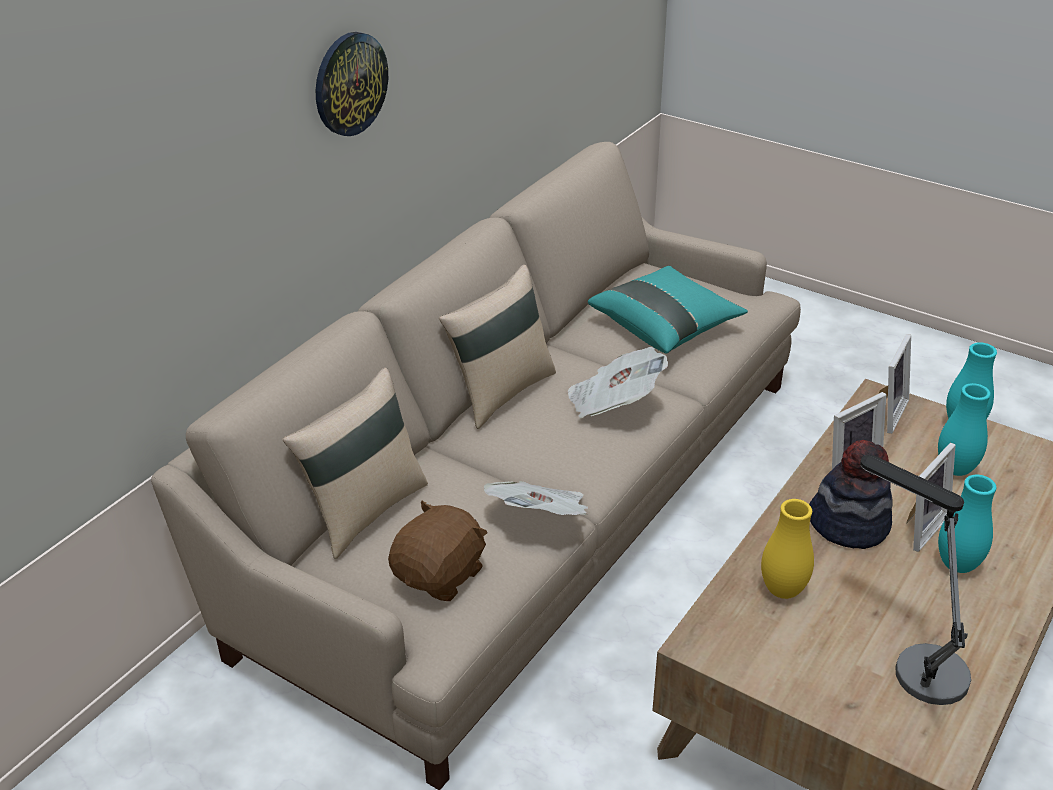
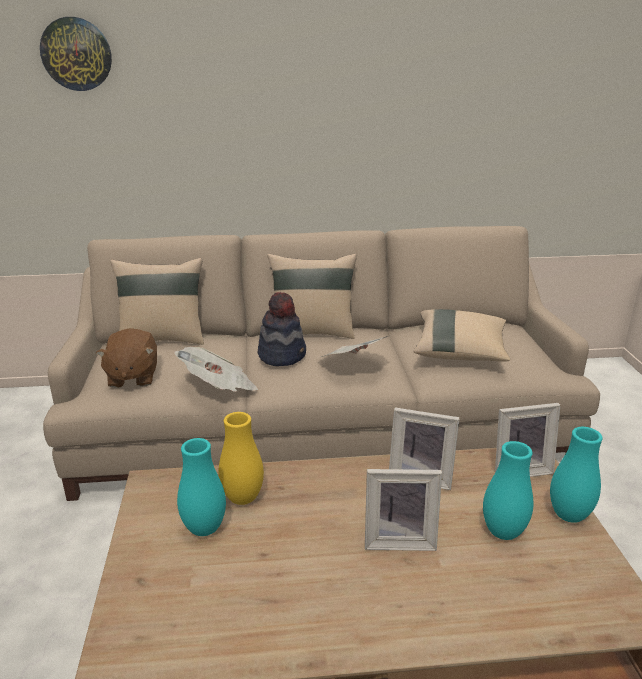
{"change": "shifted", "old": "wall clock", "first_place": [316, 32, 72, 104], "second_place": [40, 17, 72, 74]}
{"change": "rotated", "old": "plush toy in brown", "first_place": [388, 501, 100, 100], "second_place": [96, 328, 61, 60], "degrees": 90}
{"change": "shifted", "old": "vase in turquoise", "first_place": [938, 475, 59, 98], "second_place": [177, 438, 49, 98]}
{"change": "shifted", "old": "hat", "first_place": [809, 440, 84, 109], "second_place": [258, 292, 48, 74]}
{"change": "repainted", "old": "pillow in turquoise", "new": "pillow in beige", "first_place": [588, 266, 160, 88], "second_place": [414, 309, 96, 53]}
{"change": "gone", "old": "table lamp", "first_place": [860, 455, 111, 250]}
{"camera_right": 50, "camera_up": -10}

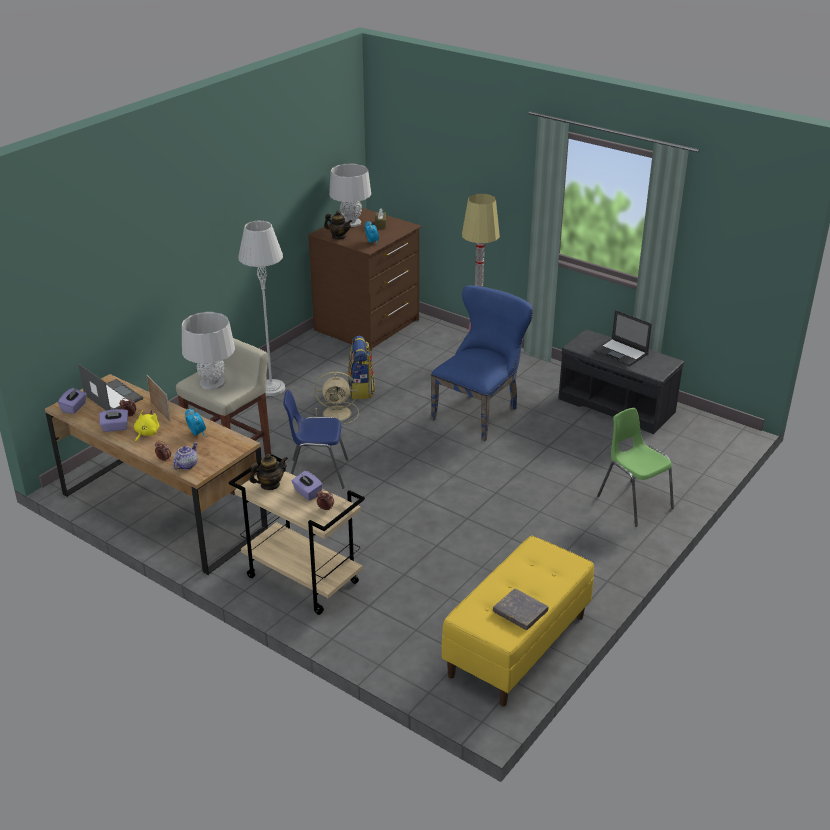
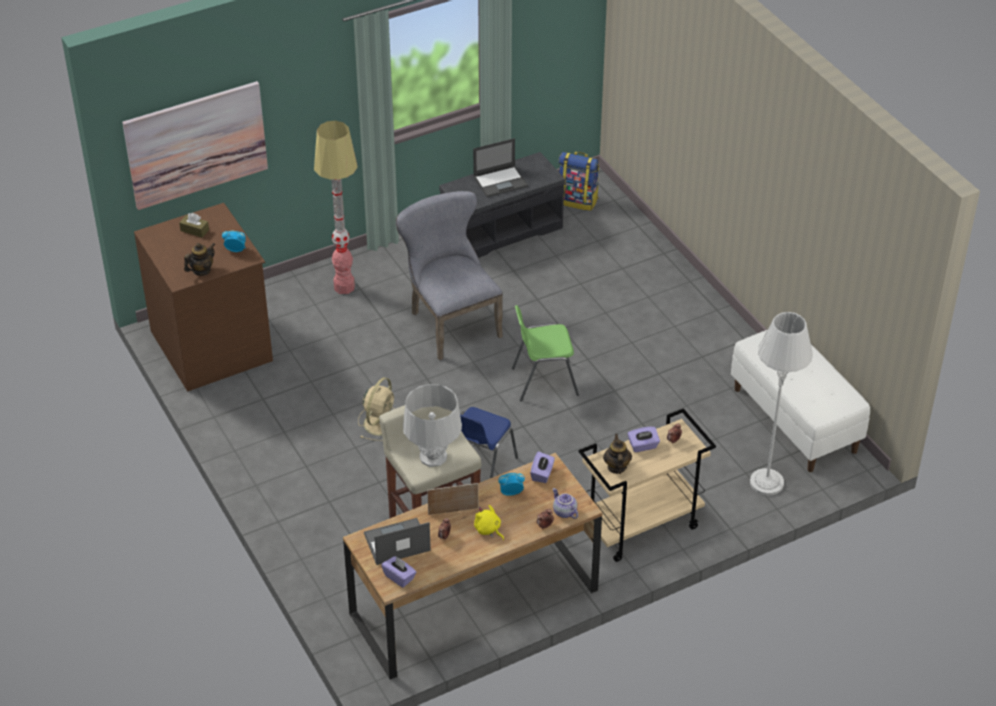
{"change": "new", "new": "picture", "second_place": [122, 81, 146, 129]}
{"change": "repainted", "old": "chair in blue", "new": "chair in grey", "first_place": [431, 285, 102, 157], "second_place": [396, 191, 107, 169]}
{"change": "shifted", "old": "chair in green", "first_place": [597, 408, 77, 119], "second_place": [512, 305, 67, 96]}
{"change": "shifted", "old": "tissue box in purple", "first_place": [99, 409, 29, 23], "second_place": [530, 451, 25, 32]}
{"change": "shifted", "old": "backpack", "first_place": [348, 336, 27, 63], "second_place": [559, 152, 40, 59]}
{"change": "repainted", "old": "bench in yellow", "new": "bench in white", "first_place": [442, 536, 152, 170], "second_place": [731, 330, 139, 142]}
{"change": "shifted", "old": "floor lamp in grey", "first_place": [238, 221, 47, 175], "second_place": [750, 312, 63, 184]}
{"change": "gone", "old": "table lamp in grey", "first_place": [329, 163, 42, 64]}
{"change": "gone", "old": "book in grey", "first_place": [493, 588, 56, 42]}
{"camera_right": -65, "camera_up": 10}

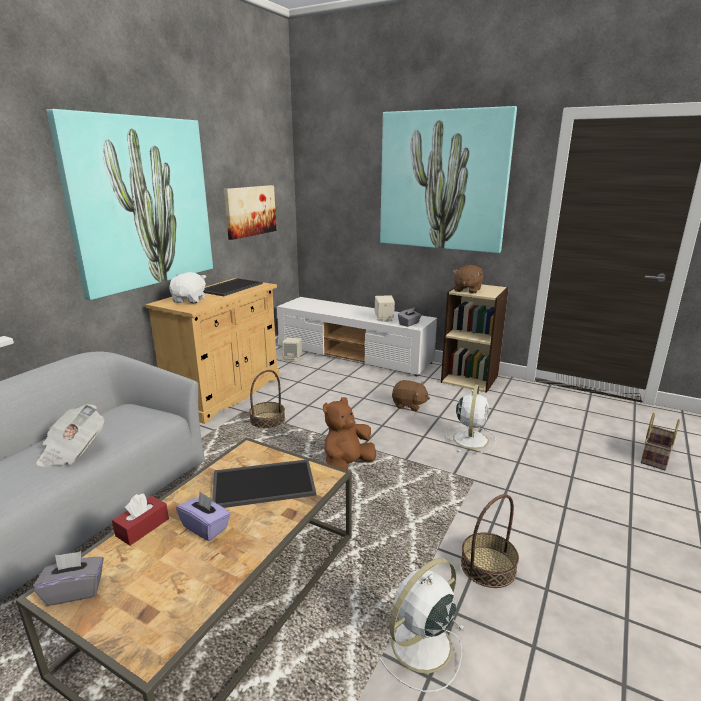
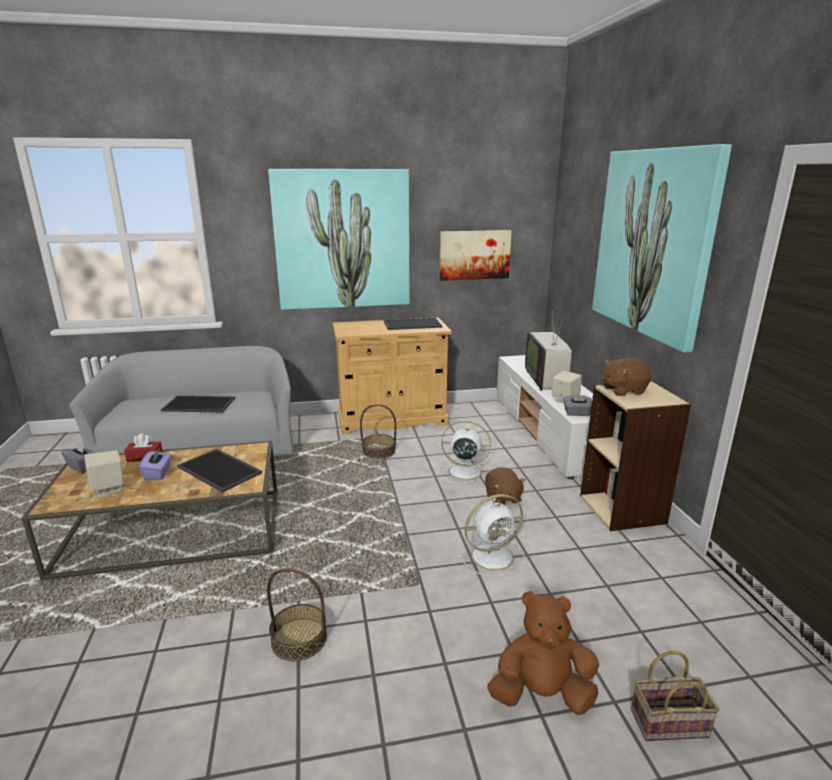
{"change": "shifted", "old": "speaker in beige", "first_place": [282, 338, 20, 24], "second_place": [84, 450, 40, 47]}
{"change": "swapped", "old": "newspaper", "new": "tray", "first_place": [36, 404, 68, 63], "second_place": [161, 396, 74, 16]}
{"change": "shifted", "old": "fan in white", "first_place": [380, 558, 85, 134], "second_place": [440, 421, 51, 63]}
{"change": "shifted", "old": "plush toy in brown", "first_place": [323, 397, 53, 74], "second_place": [487, 591, 112, 124]}
{"change": "new", "new": "television", "second_place": [525, 312, 47, 79]}
{"change": "gone", "old": "plush toy in white", "first_place": [170, 272, 36, 31]}
{"camera_right": 50, "camera_up": 0}

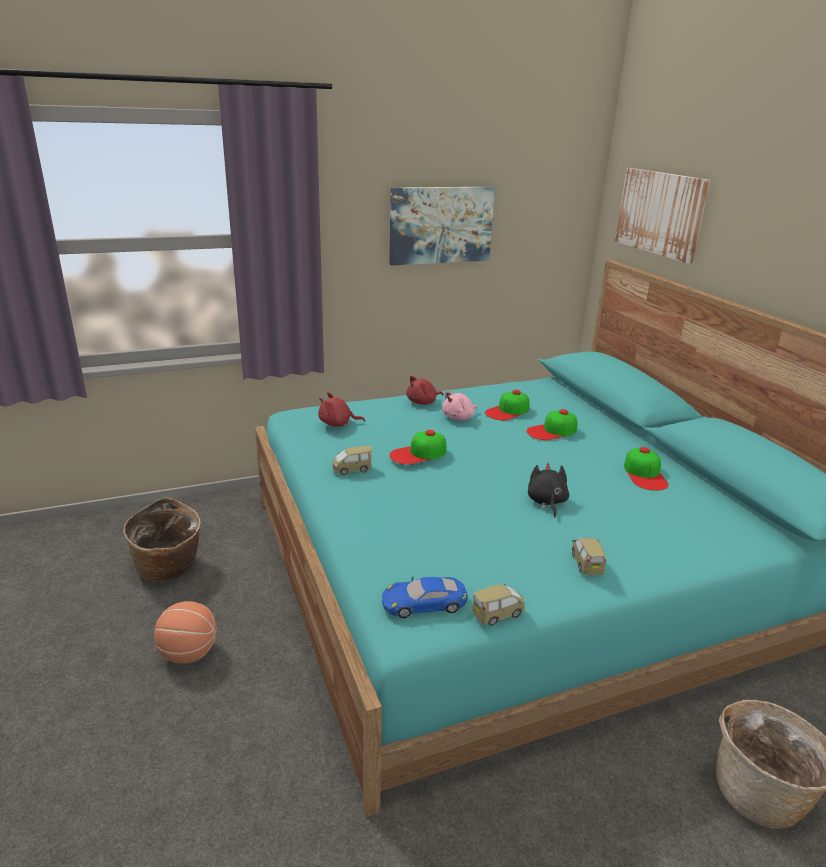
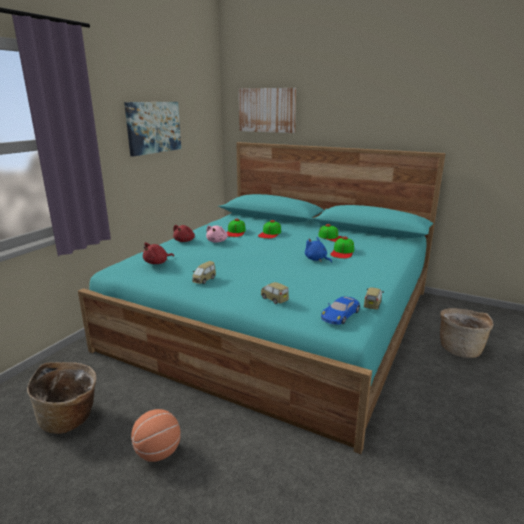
{"change": "shifted", "old": "toy car", "first_place": [572, 538, 34, 37], "second_place": [261, 282, 28, 22]}
{"change": "repainted", "old": "plush toy in black", "new": "plush toy in blue", "first_place": [528, 463, 41, 54], "second_place": [305, 237, 27, 26]}
{"change": "shifted", "old": "cap", "first_place": [389, 430, 57, 35], "second_place": [330, 237, 24, 22]}
{"camera_right": -40, "camera_up": -5}

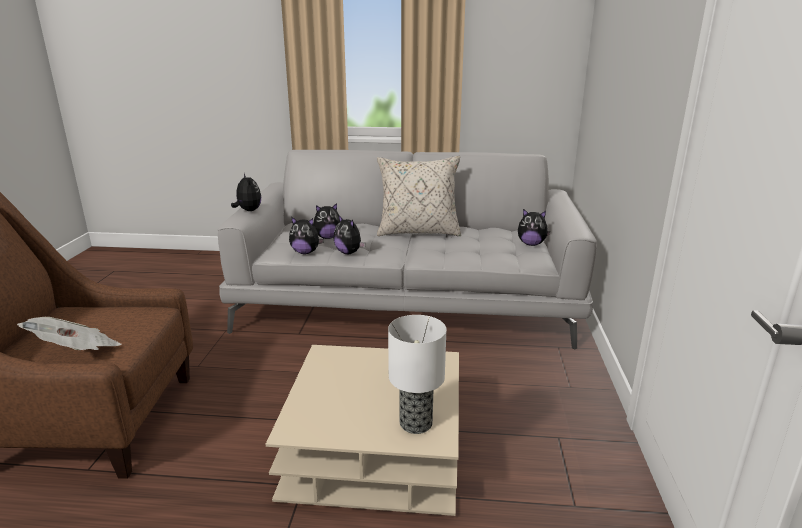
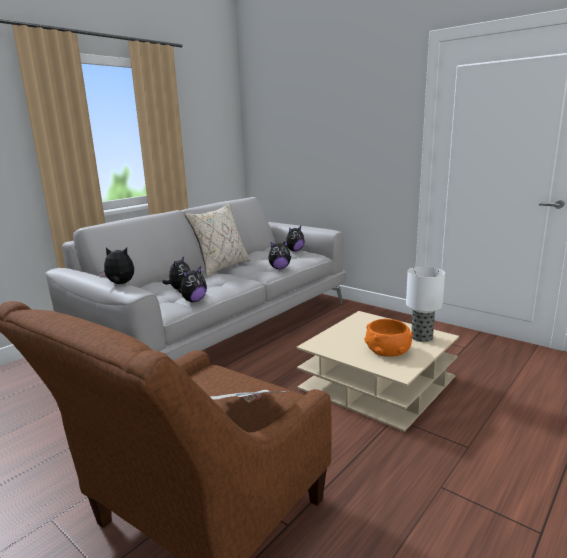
{"change": "shifted", "old": "plush toy", "first_place": [334, 216, 31, 38], "second_place": [268, 241, 23, 28]}
{"change": "new", "new": "bowl in orange", "second_place": [365, 319, 48, 38]}
{"camera_right": -55, "camera_up": -5}

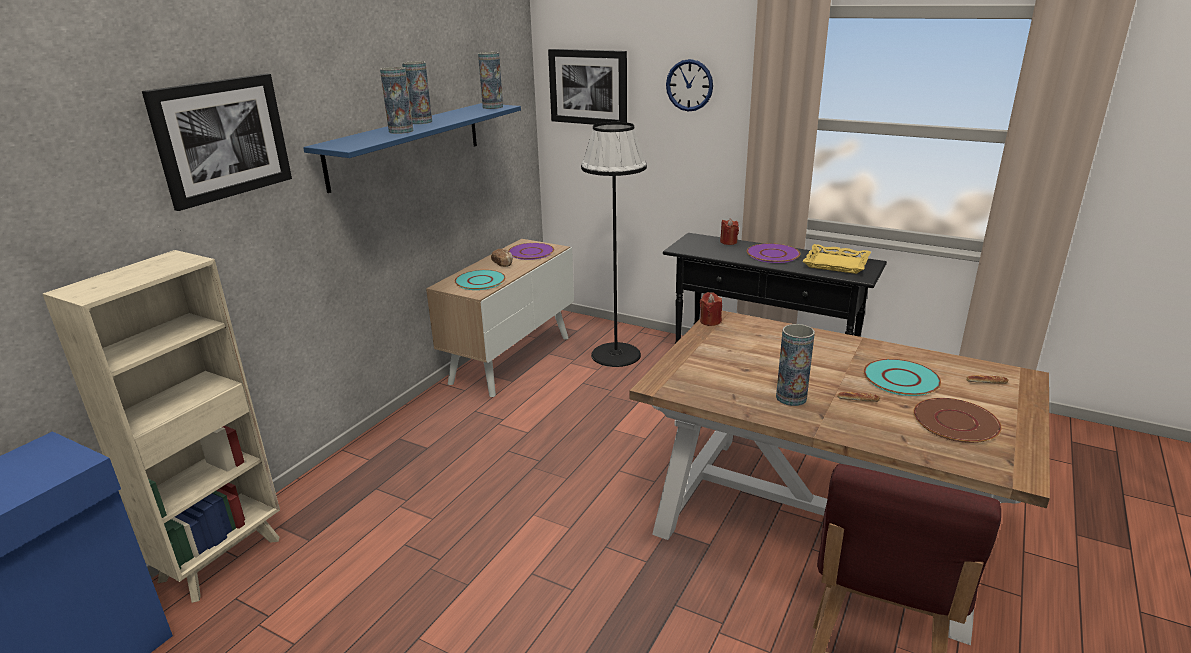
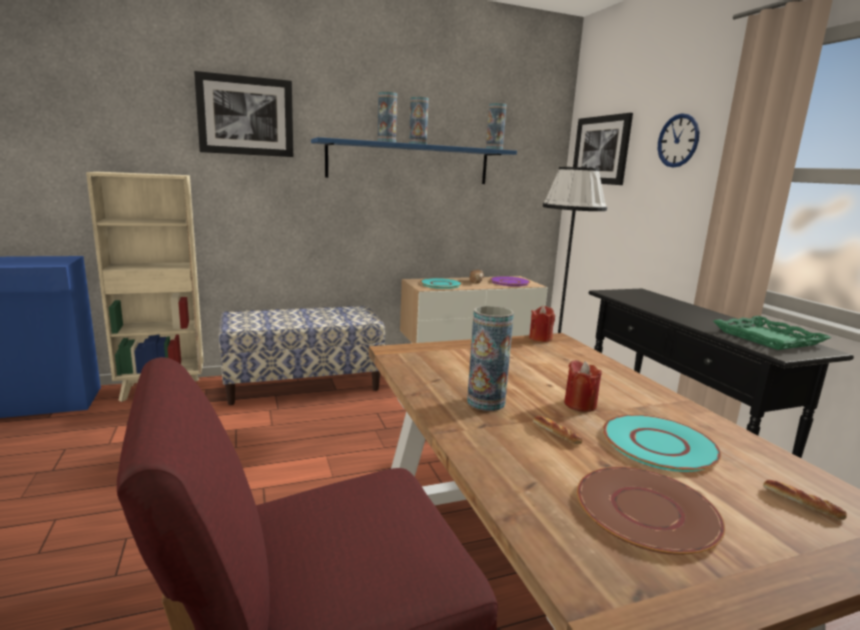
{"change": "new", "new": "bench", "second_place": [218, 306, 167, 99]}
{"change": "shifted", "old": "candle in red", "first_place": [720, 219, 19, 26], "second_place": [564, 360, 38, 52]}
{"change": "repainted", "old": "tray in yellow", "new": "tray in green", "first_place": [803, 244, 68, 30], "second_place": [713, 316, 118, 34]}
{"change": "gone", "old": "plate in purple", "first_place": [747, 243, 54, 20]}
{"camera_right": 40, "camera_up": -10}

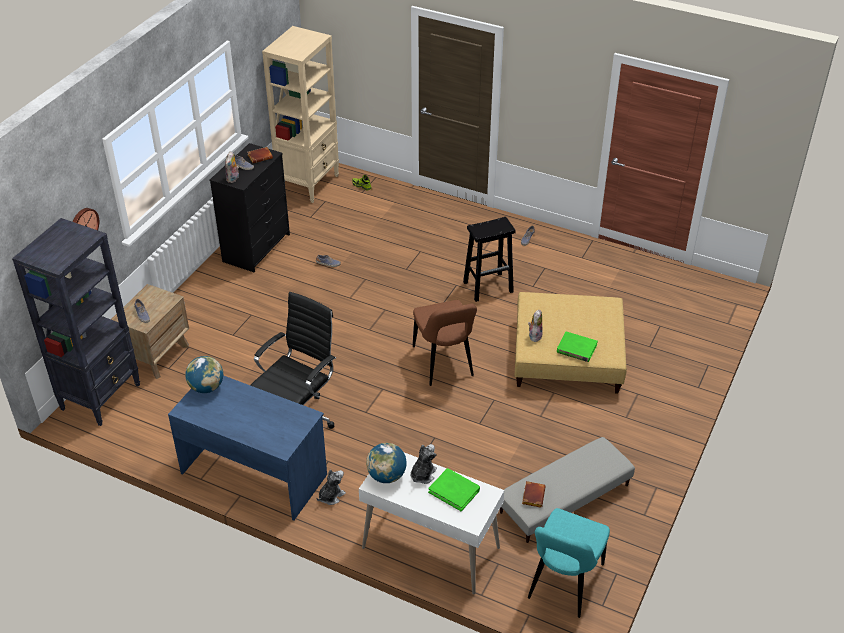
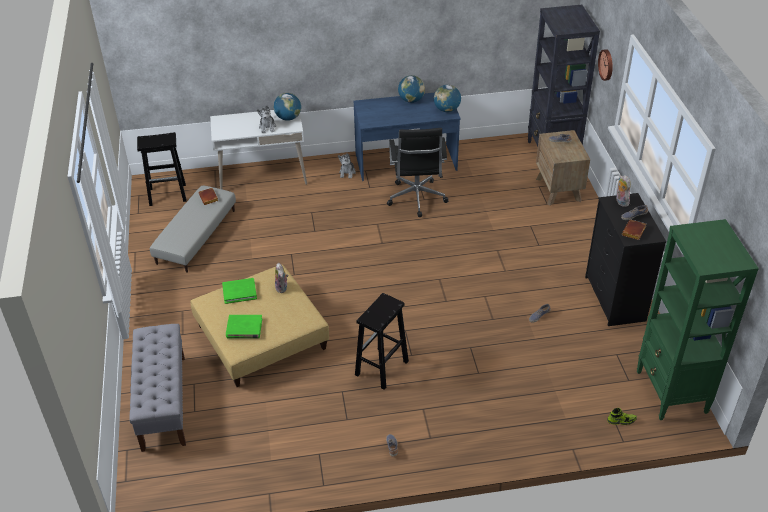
{"change": "new", "new": "bench in grey", "second_place": [130, 324, 56, 128]}
{"change": "swapped", "old": "chair in turquoise", "new": "stool in black", "first_place": [528, 508, 82, 110], "second_place": [137, 132, 50, 74]}
{"change": "shifted", "old": "book in green", "first_place": [428, 468, 52, 43], "second_place": [226, 315, 36, 23]}
{"change": "new", "new": "globe", "second_place": [398, 75, 27, 28]}
{"change": "repainted", "old": "bookcase in beige", "new": "bookcase in green", "first_place": [262, 26, 77, 177], "second_place": [637, 219, 122, 201]}
{"change": "gone", "old": "chair in brown", "first_place": [413, 300, 64, 86]}
{"camera_right": 145, "camera_up": 0}

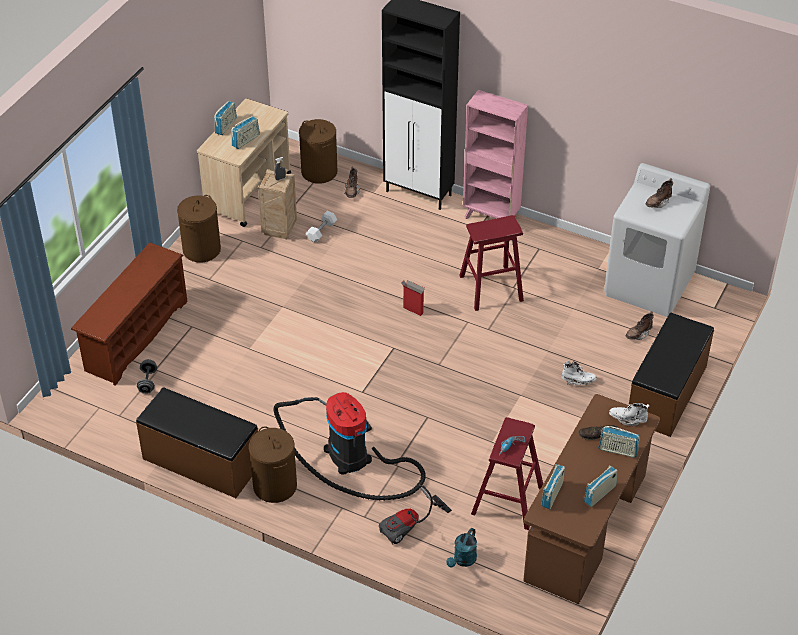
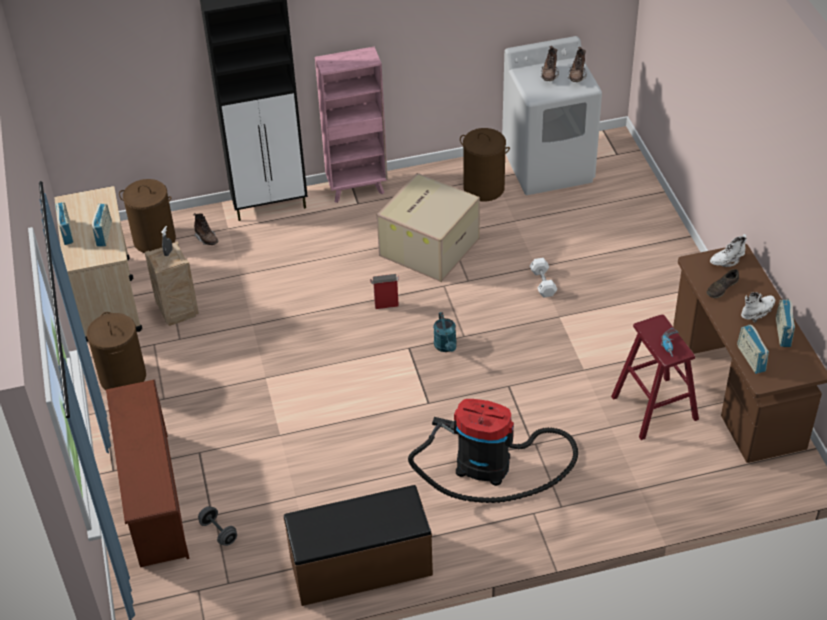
{"change": "swapped", "old": "stool in red", "new": "cardboard box", "first_place": [459, 215, 65, 96], "second_place": [377, 173, 103, 109]}
{"change": "shifted", "old": "watering can in turquoise", "first_place": [446, 528, 31, 40], "second_place": [433, 312, 24, 40]}
{"change": "shifted", "old": "laundry basket in brown", "first_place": [249, 426, 48, 77], "second_place": [460, 128, 50, 73]}
{"change": "shifted", "old": "dumbbell in white", "first_place": [306, 211, 31, 32], "second_place": [530, 258, 27, 40]}
{"change": "shifted", "old": "boot in brown", "first_place": [626, 311, 28, 29], "second_place": [568, 47, 19, 35]}
{"change": "shifted", "old": "boot in white", "first_place": [562, 361, 35, 25], "second_place": [741, 292, 34, 31]}
{"change": "gone", "old": "vacuum cleaner", "first_place": [379, 485, 73, 59]}
{"change": "gone", "old": "radio", "first_place": [598, 426, 42, 32]}
{"change": "gone", "old": "bench in brown", "first_place": [629, 313, 85, 124]}
{"camera_right": -40, "camera_up": 0}

